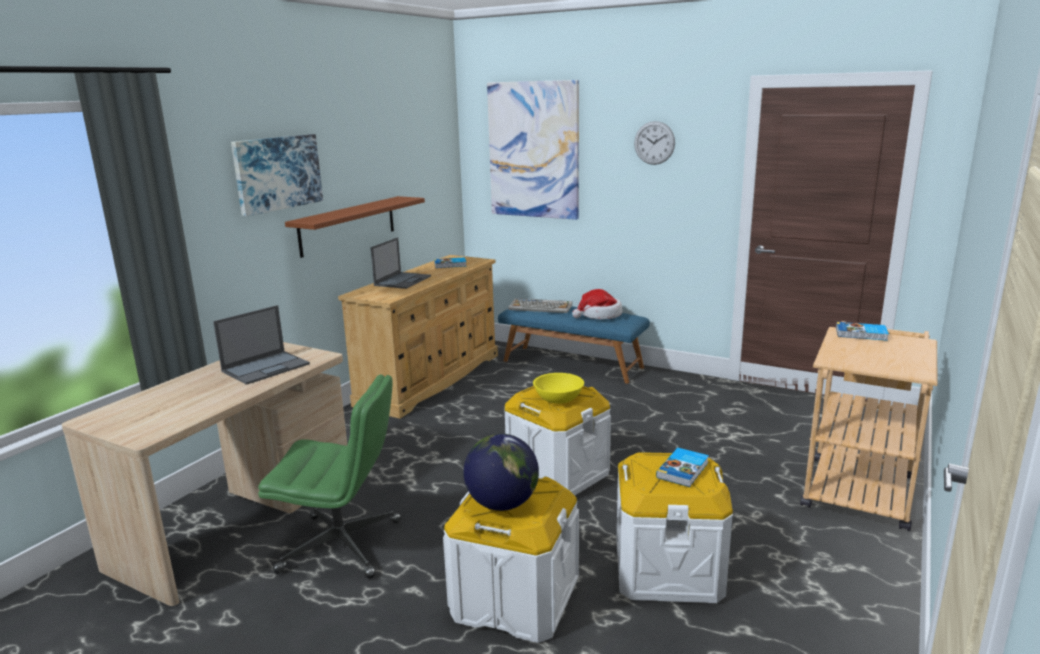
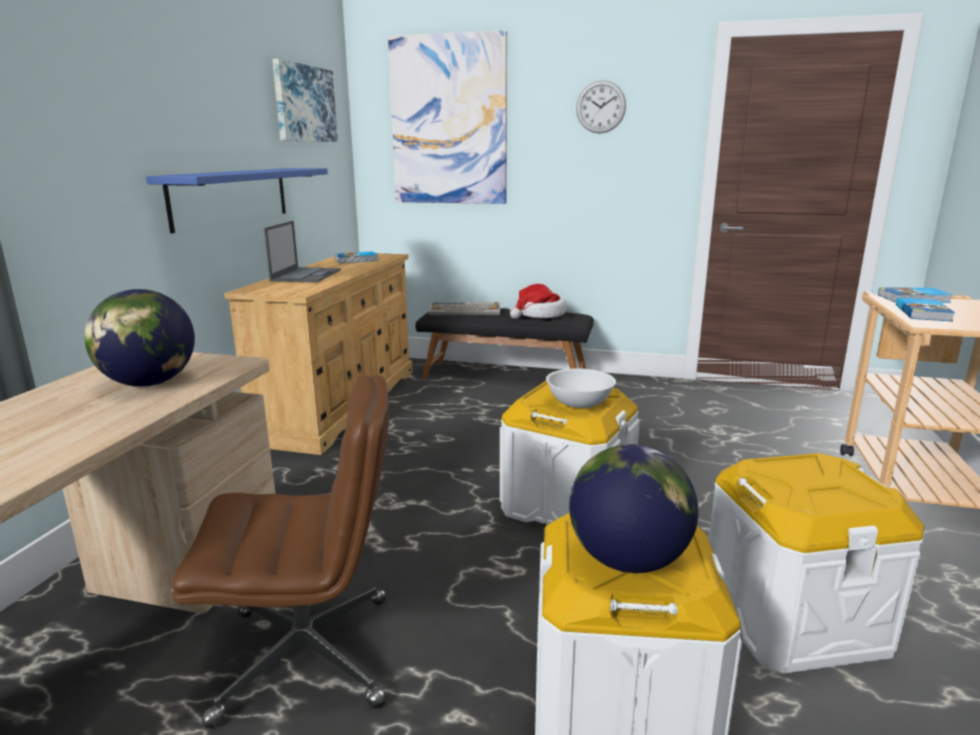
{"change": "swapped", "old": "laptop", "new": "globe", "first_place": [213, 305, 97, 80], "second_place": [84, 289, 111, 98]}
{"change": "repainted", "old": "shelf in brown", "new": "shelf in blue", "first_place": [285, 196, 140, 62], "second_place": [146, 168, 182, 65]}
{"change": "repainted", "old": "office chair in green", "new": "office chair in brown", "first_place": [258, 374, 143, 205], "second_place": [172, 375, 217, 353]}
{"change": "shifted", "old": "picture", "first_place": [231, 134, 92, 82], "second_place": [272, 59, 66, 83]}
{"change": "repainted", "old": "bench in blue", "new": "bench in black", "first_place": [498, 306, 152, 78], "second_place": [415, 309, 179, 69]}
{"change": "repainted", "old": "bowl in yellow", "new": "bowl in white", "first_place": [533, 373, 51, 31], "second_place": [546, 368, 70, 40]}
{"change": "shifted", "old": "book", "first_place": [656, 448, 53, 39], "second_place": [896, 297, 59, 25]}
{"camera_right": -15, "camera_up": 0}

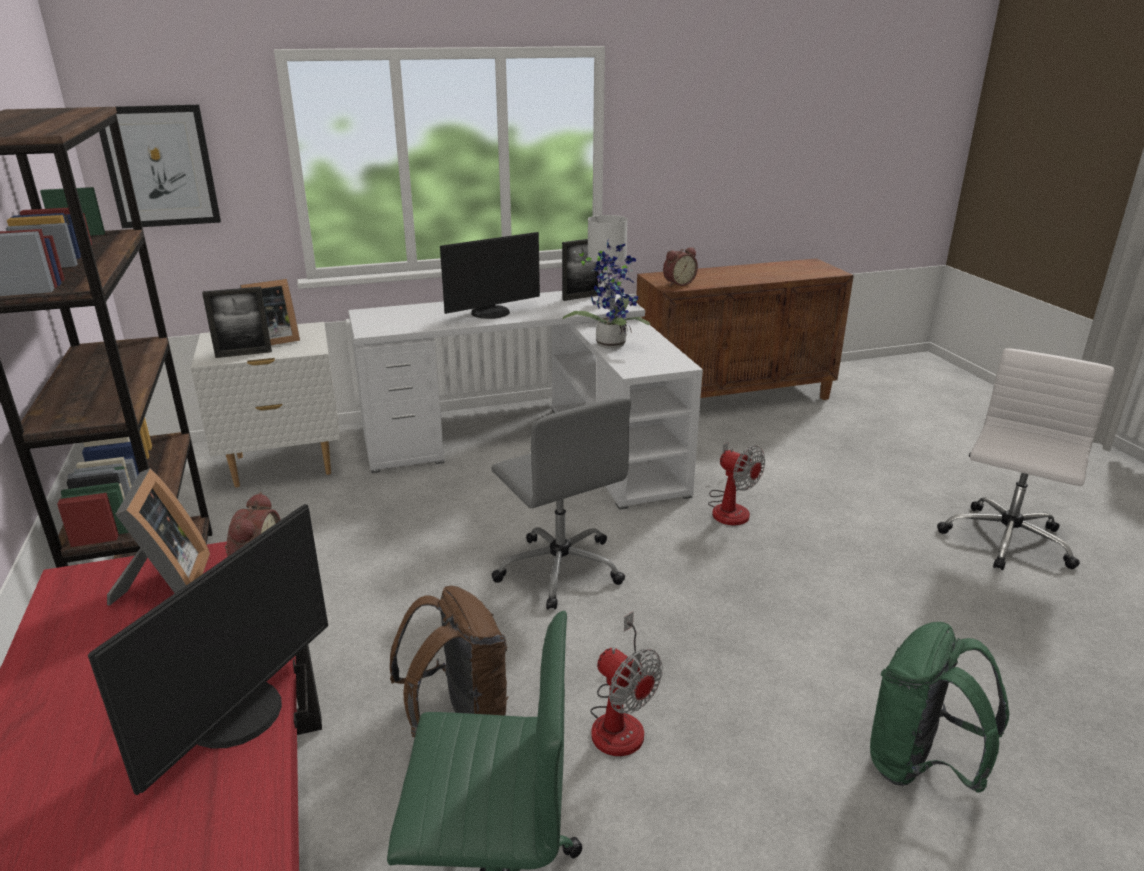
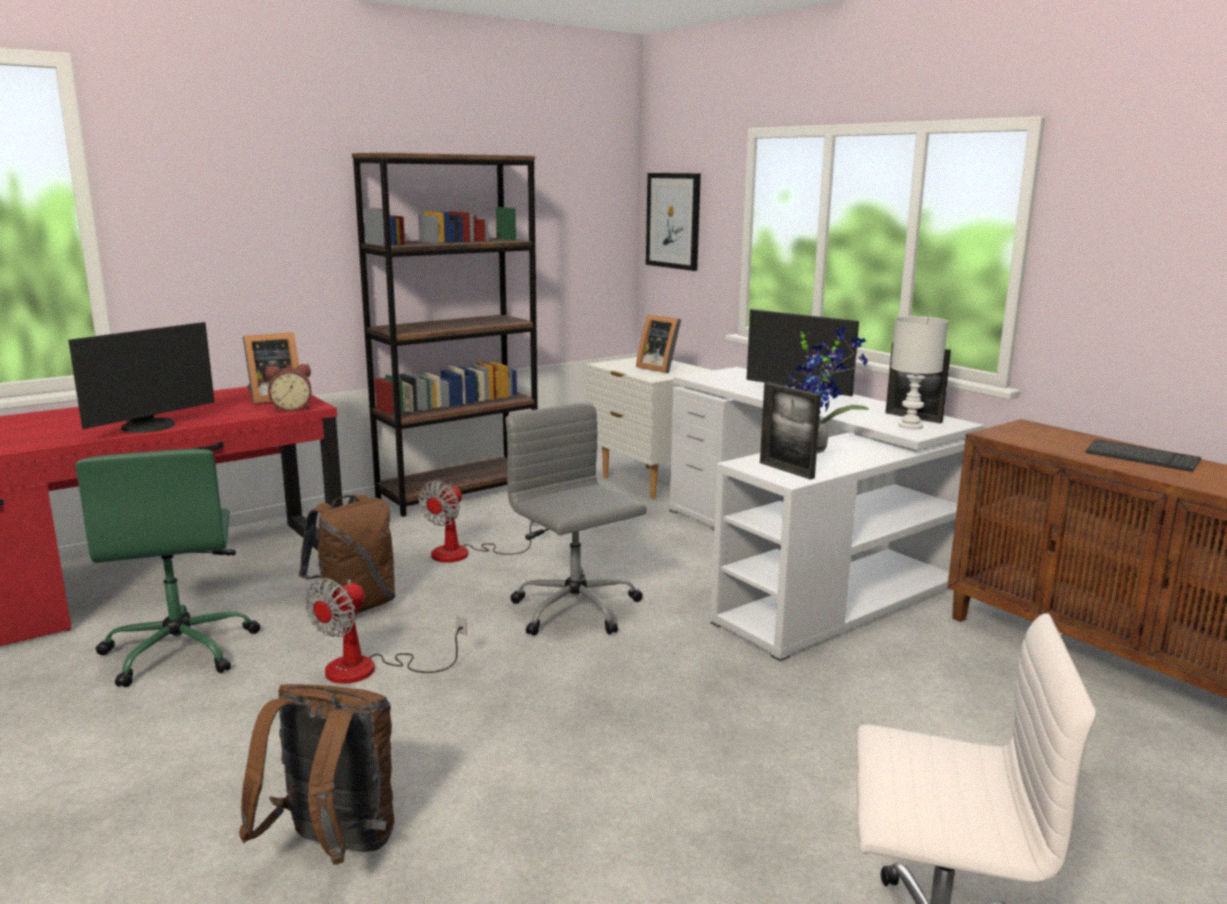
{"change": "rotated", "old": "monitor", "first_place": [88, 504, 240, 291], "second_place": [68, 322, 147, 111], "degrees": -60}
{"change": "repainted", "old": "backpack in green", "new": "backpack in brown", "first_place": [870, 622, 139, 170], "second_place": [239, 684, 156, 181]}
{"change": "shifted", "old": "fan", "first_place": [708, 442, 57, 83], "second_place": [418, 480, 120, 83]}
{"change": "rotated", "old": "office chair in grey", "first_place": [491, 397, 140, 213], "second_place": [505, 402, 142, 234], "degrees": 105}
{"change": "shifted", "old": "picture frame", "first_place": [202, 287, 70, 71], "second_place": [760, 382, 61, 98]}
{"change": "new", "new": "keyboard", "second_place": [1085, 439, 116, 33]}
{"change": "gone", "old": "alarm clock", "first_place": [663, 247, 35, 40]}
{"camera_right": 70, "camera_up": -10}

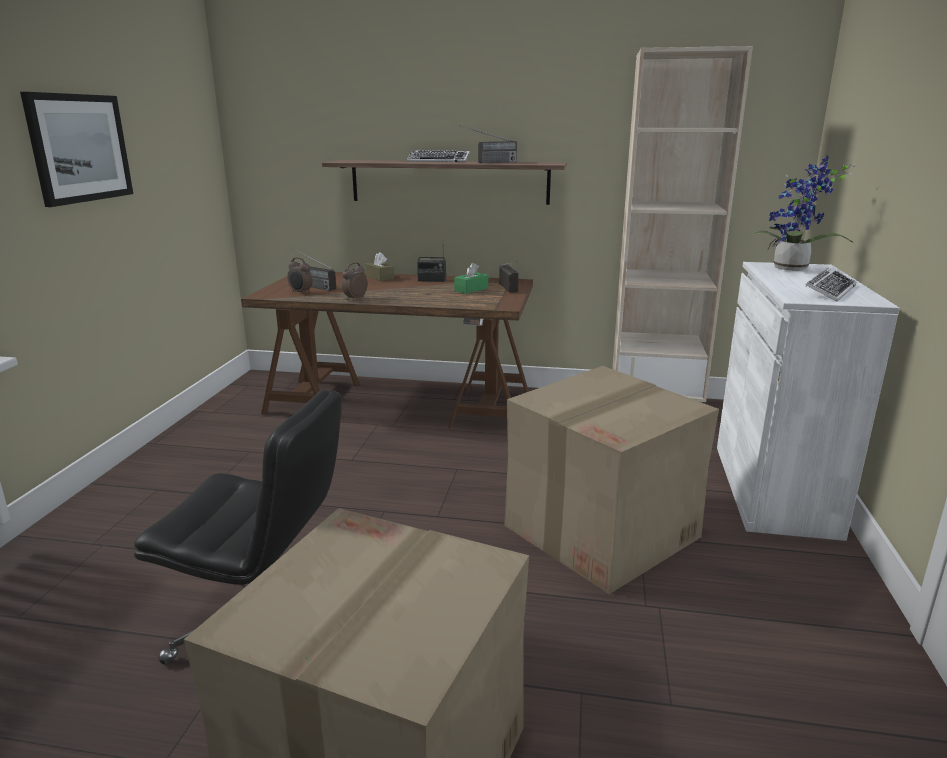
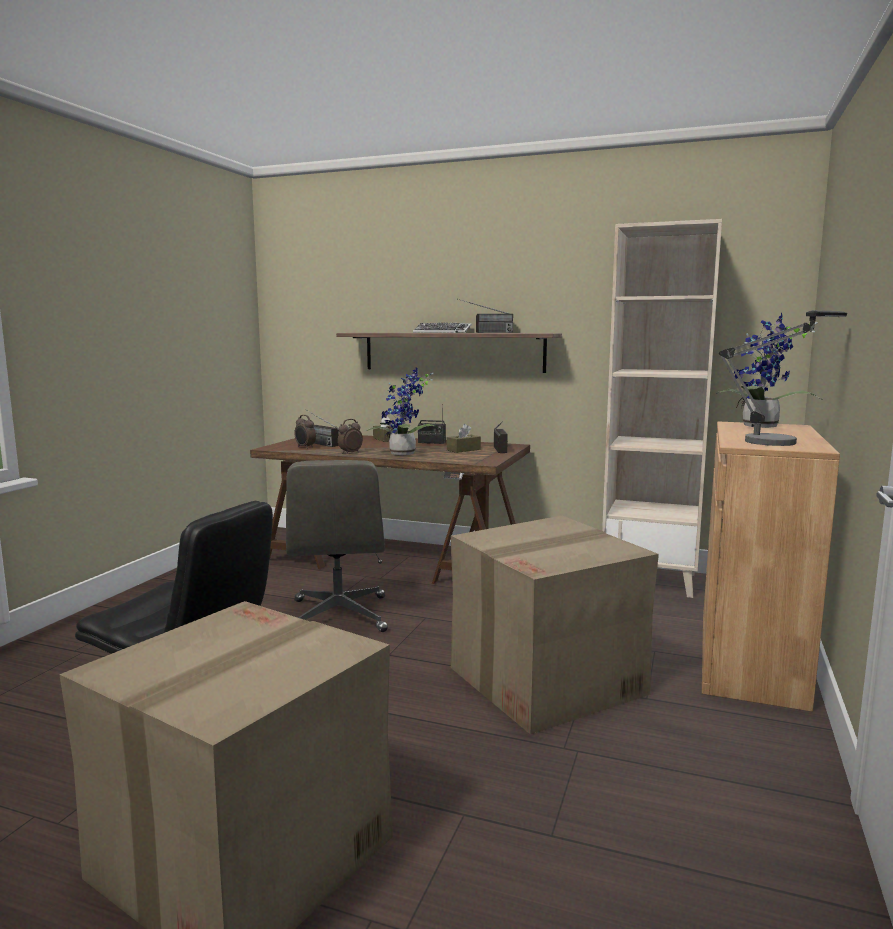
{"change": "new", "new": "office chair in grey", "second_place": [286, 460, 102, 172]}
{"change": "new", "new": "potted plant", "second_place": [367, 368, 74, 87]}
{"change": "repainted", "old": "tissue box in green", "new": "tissue box in brown", "first_place": [454, 263, 34, 31], "second_place": [447, 424, 34, 29]}
{"change": "repainted", "old": "cabinet in white", "new": "cabinet in brown", "first_place": [717, 262, 183, 279], "second_place": [702, 421, 138, 291]}
{"change": "swapped", "old": "keyboard", "new": "table lamp", "first_place": [806, 268, 50, 34], "second_place": [719, 310, 128, 136]}
{"change": "gone", "old": "picture", "first_place": [20, 92, 113, 115]}
{"camera_right": 10, "camera_up": -10}

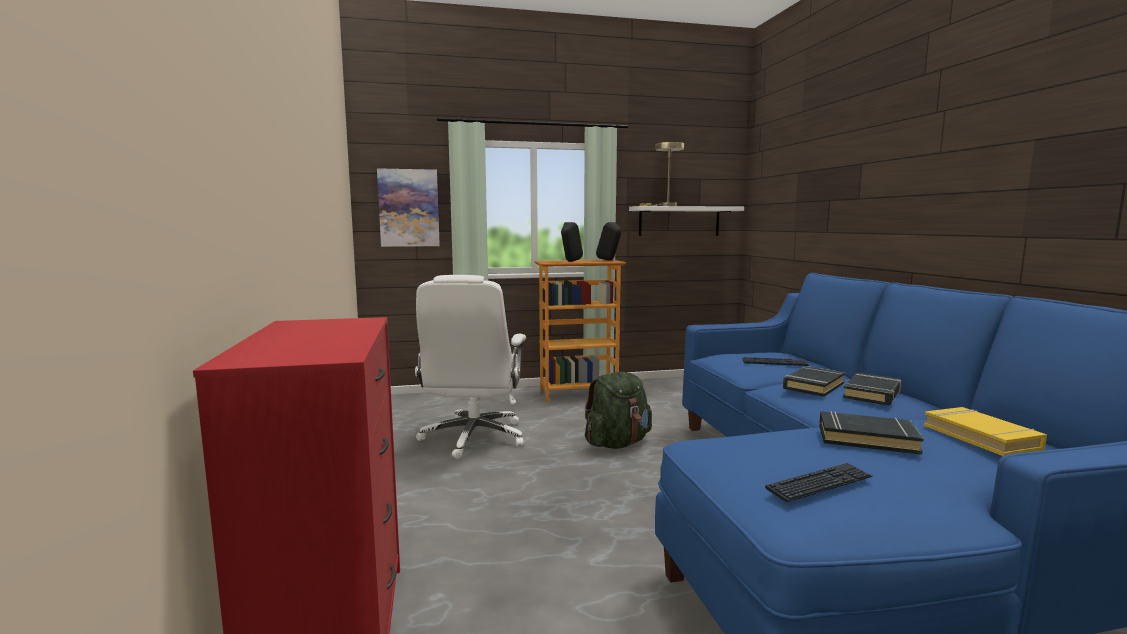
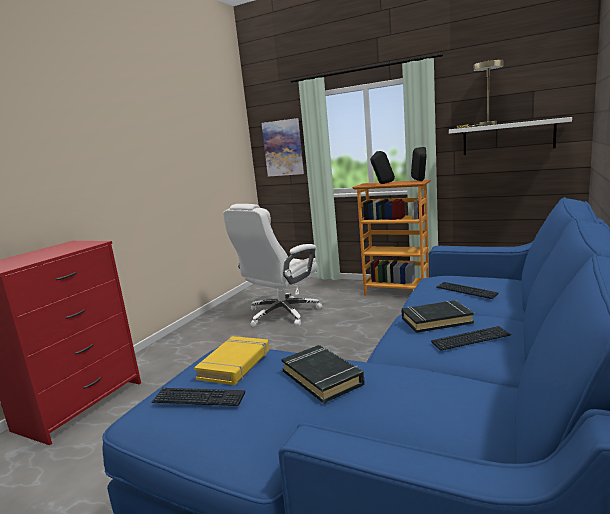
{"change": "shifted", "old": "book in yellow", "first_place": [924, 407, 123, 49], "second_place": [194, 336, 75, 49]}
{"change": "swapped", "old": "book in black", "new": "keyboard", "first_place": [843, 372, 58, 34], "second_place": [431, 326, 80, 25]}
{"change": "gone", "old": "backpack in green", "first_place": [585, 372, 67, 77]}
{"camera_right": 40, "camera_up": 5}

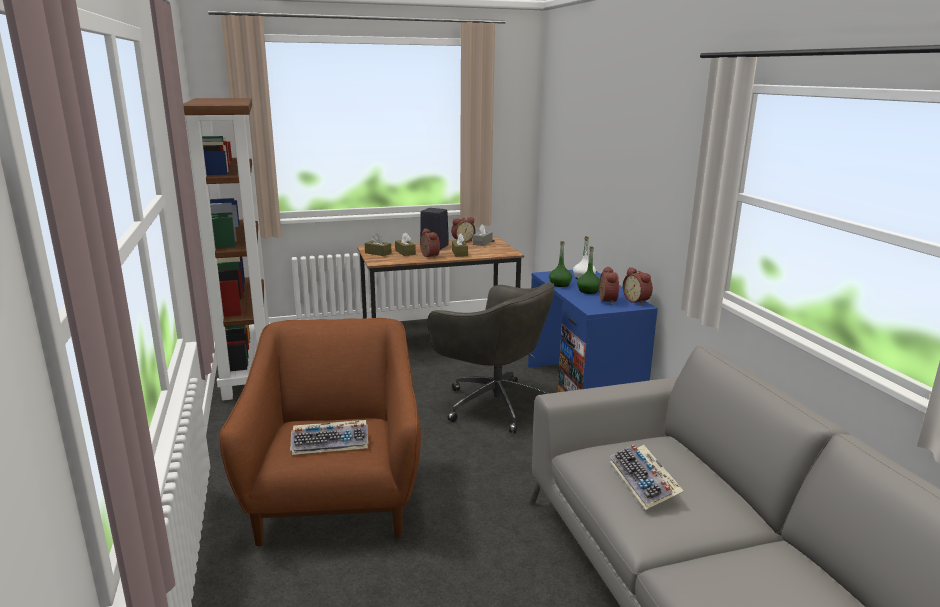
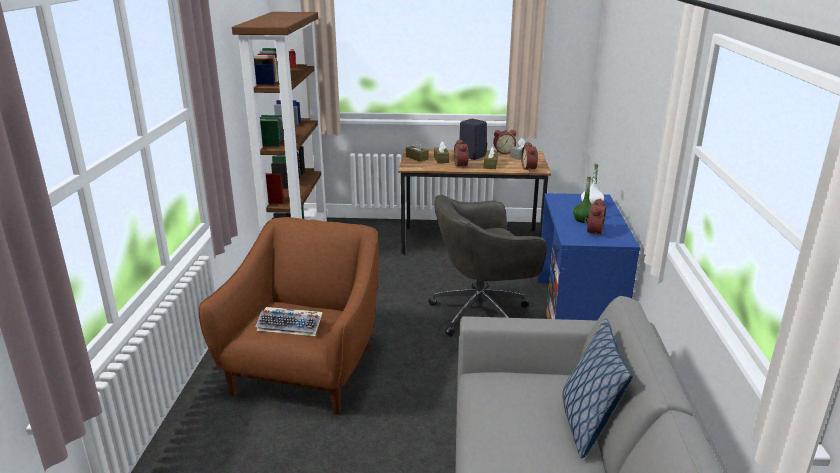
{"change": "rotated", "old": "office chair in grey", "first_place": [427, 282, 128, 151], "second_place": [428, 195, 119, 142], "degrees": 105}
{"change": "shifted", "old": "alarm clock", "first_place": [623, 267, 30, 38], "second_place": [521, 142, 17, 30]}
{"change": "new", "new": "pillow", "second_place": [562, 318, 71, 140]}
{"change": "gone", "old": "bottle in green", "first_place": [549, 241, 23, 46]}
{"change": "gone", "old": "keyboard", "first_place": [610, 444, 74, 66]}
{"camera_right": 20, "camera_up": 5}

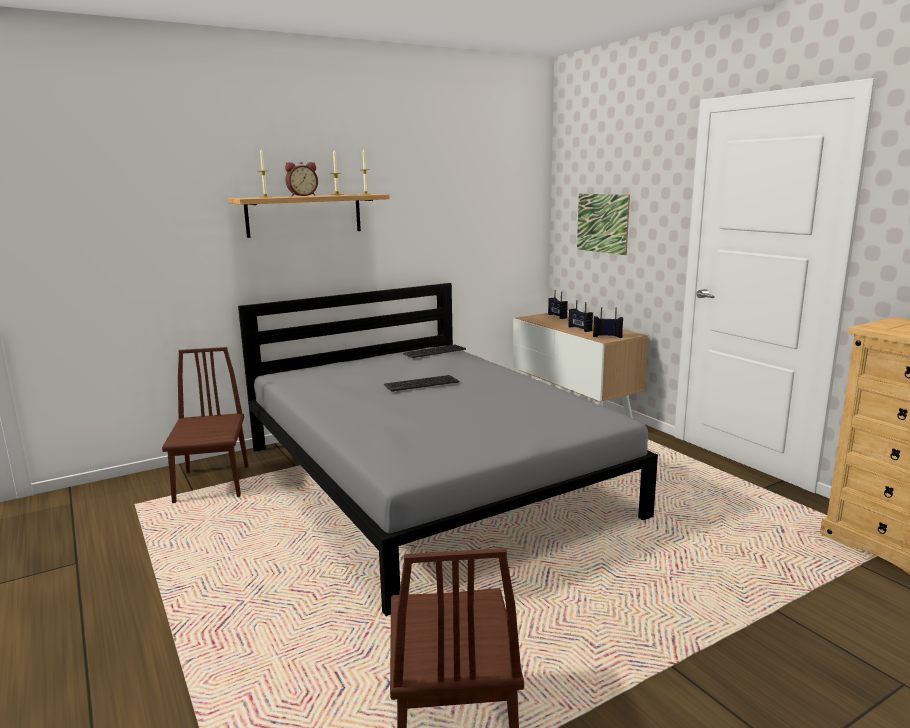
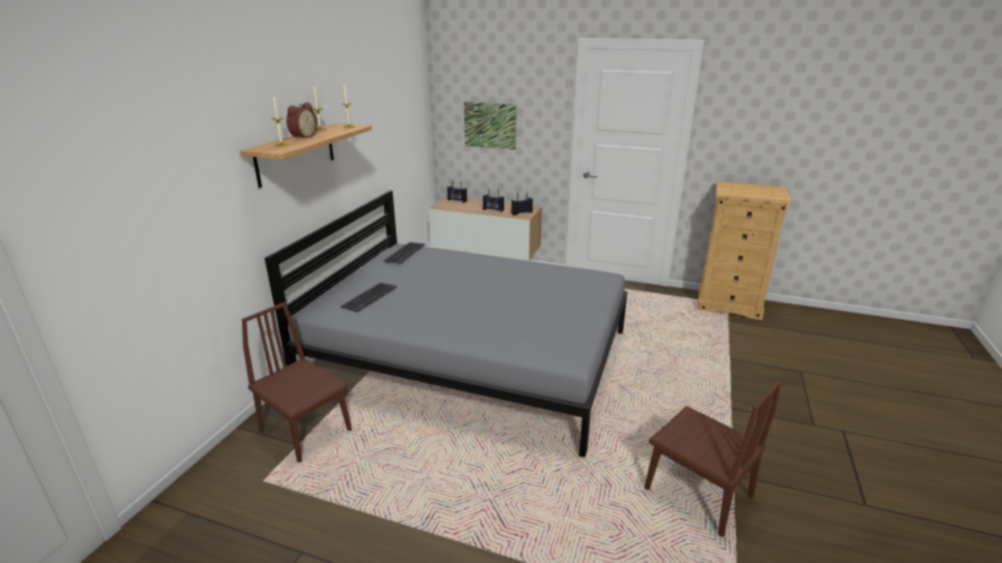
{"change": "shifted", "old": "keyboard", "first_place": [384, 375, 75, 17], "second_place": [340, 283, 57, 29]}
{"camera_right": -40, "camera_up": 10}

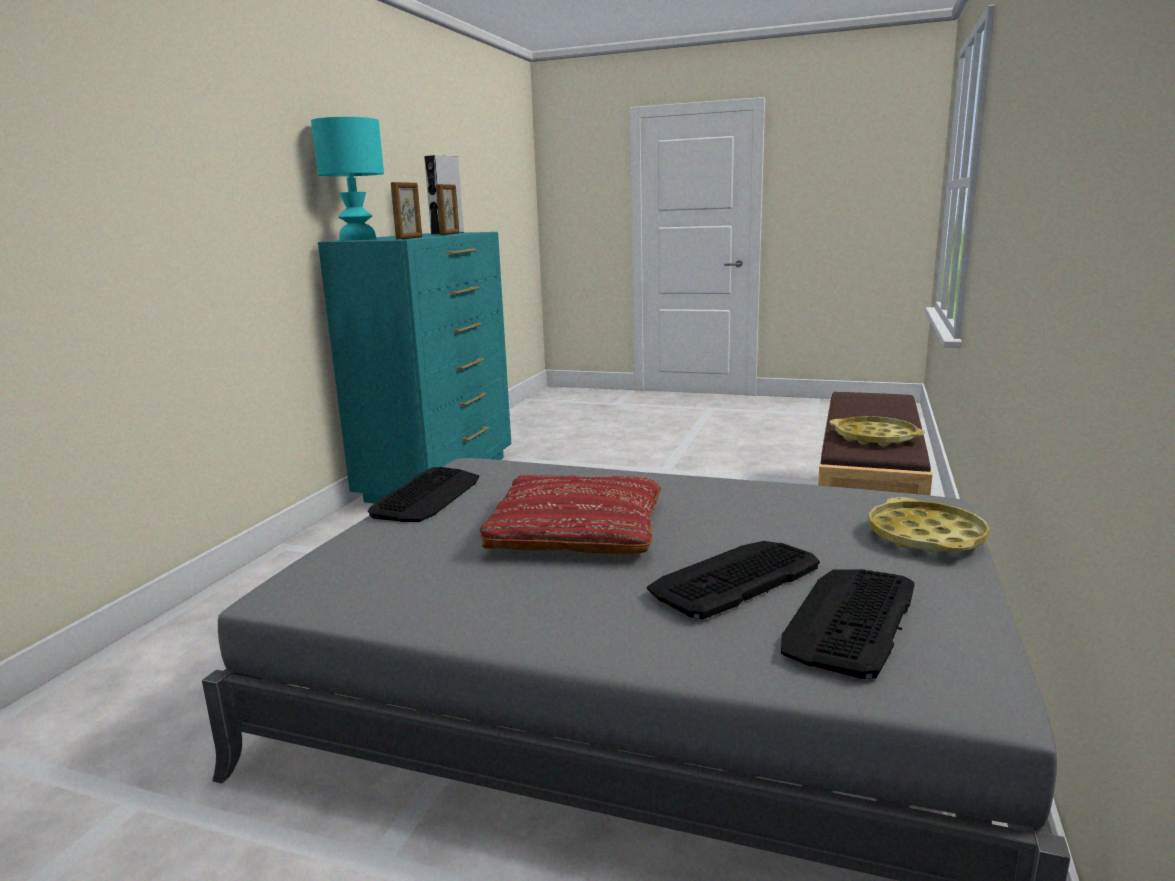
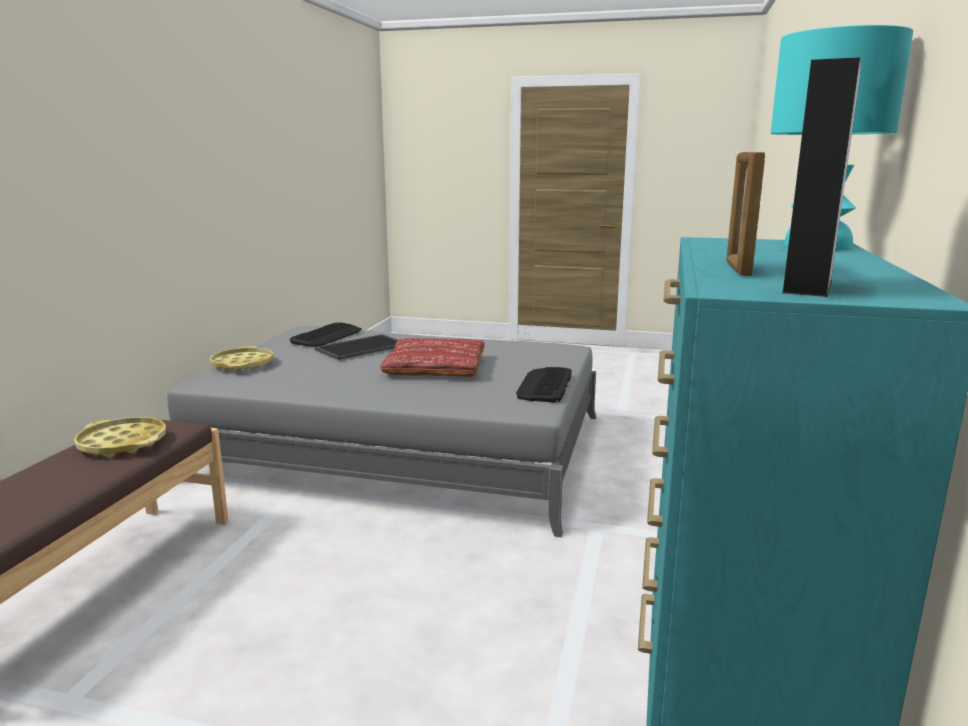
{"change": "swapped", "old": "keyboard", "new": "tray", "first_place": [647, 541, 173, 78], "second_place": [314, 334, 84, 26]}
{"change": "gone", "old": "picture frame", "first_place": [391, 182, 31, 57]}
{"camera_right": 175, "camera_up": 0}

